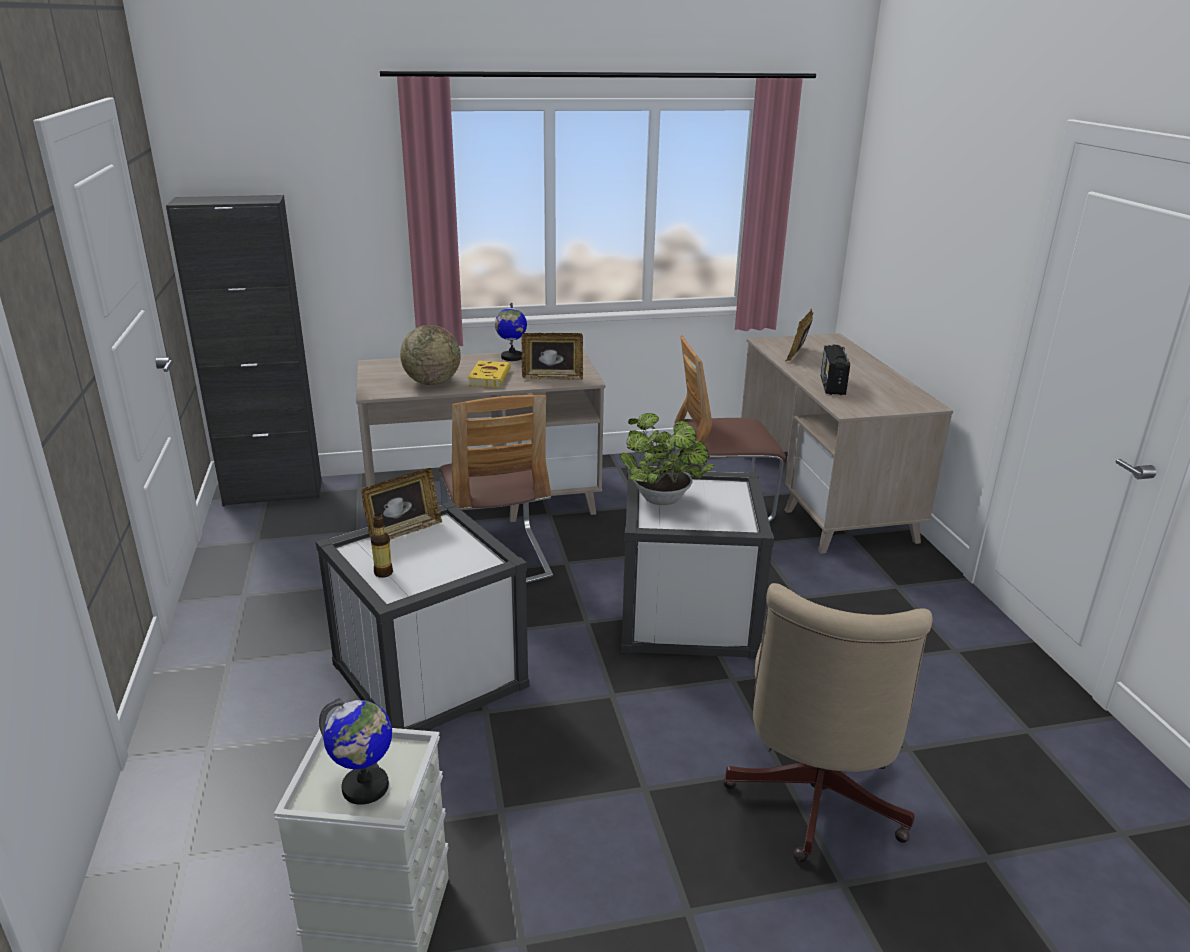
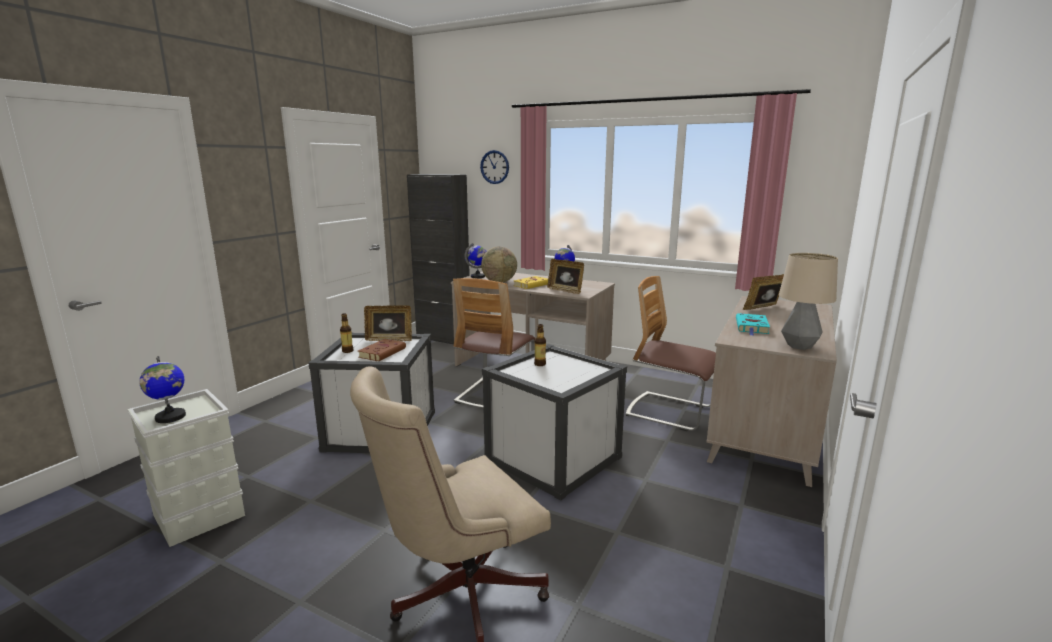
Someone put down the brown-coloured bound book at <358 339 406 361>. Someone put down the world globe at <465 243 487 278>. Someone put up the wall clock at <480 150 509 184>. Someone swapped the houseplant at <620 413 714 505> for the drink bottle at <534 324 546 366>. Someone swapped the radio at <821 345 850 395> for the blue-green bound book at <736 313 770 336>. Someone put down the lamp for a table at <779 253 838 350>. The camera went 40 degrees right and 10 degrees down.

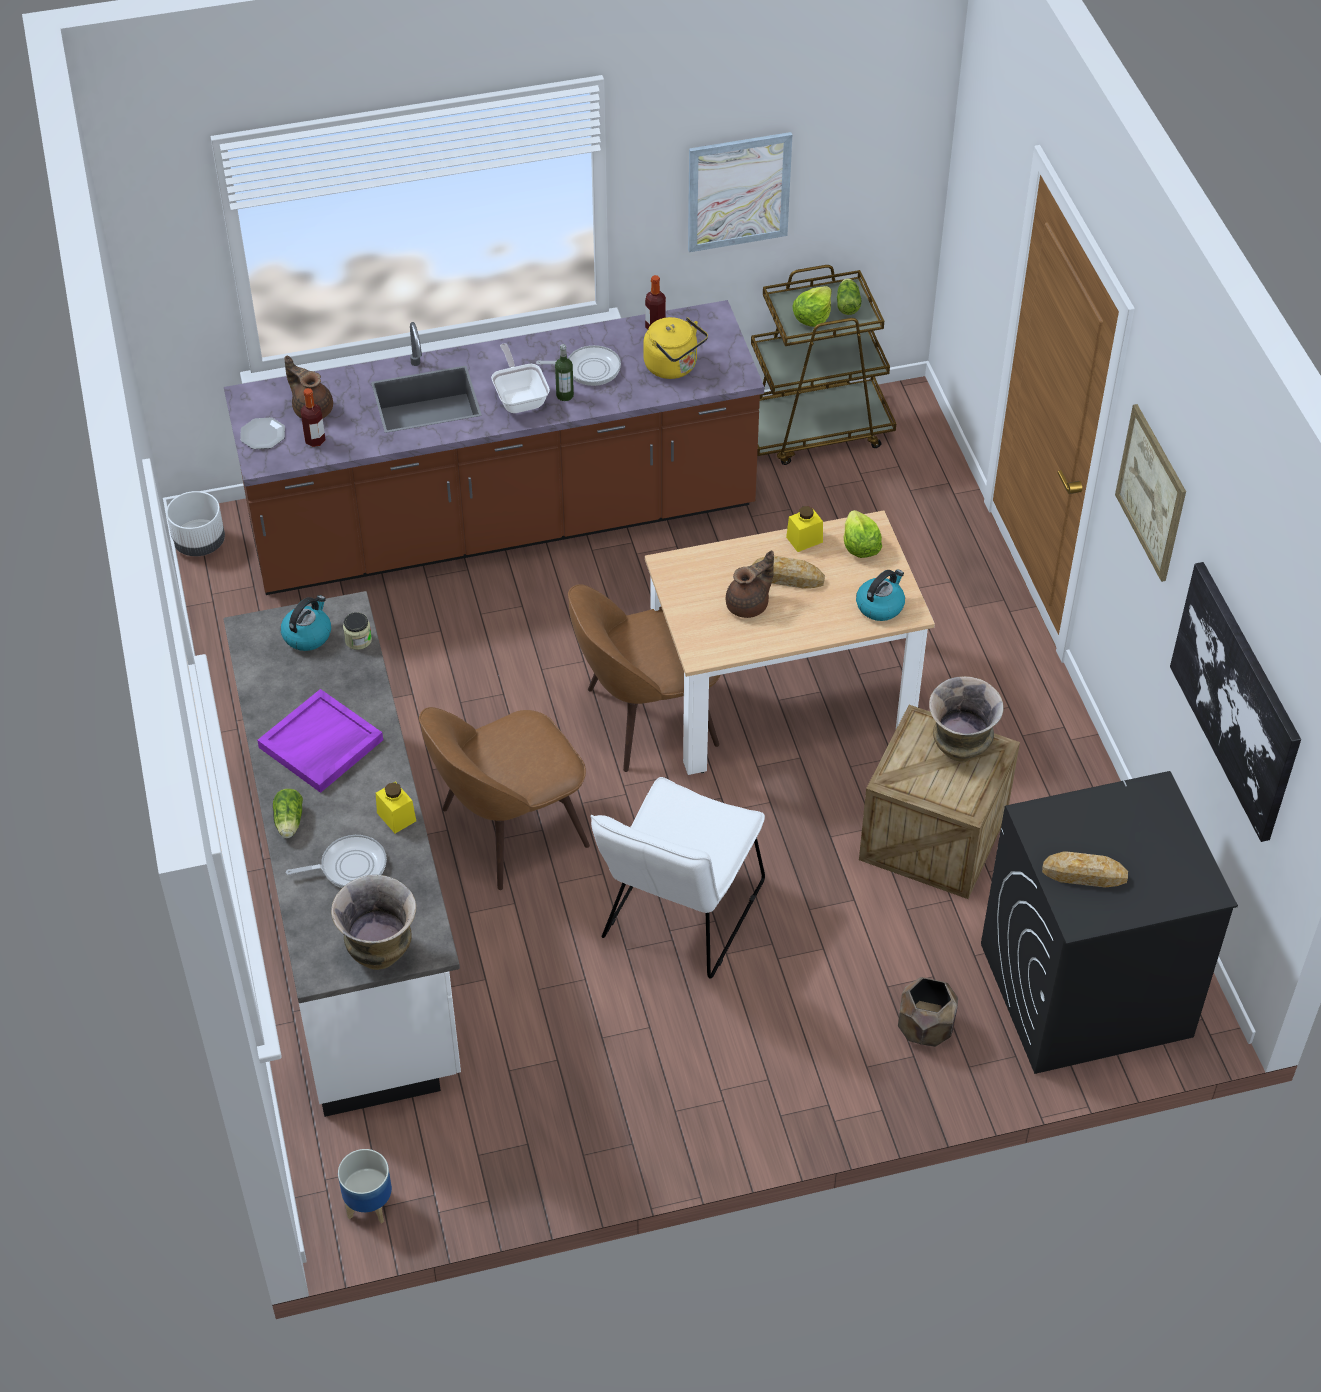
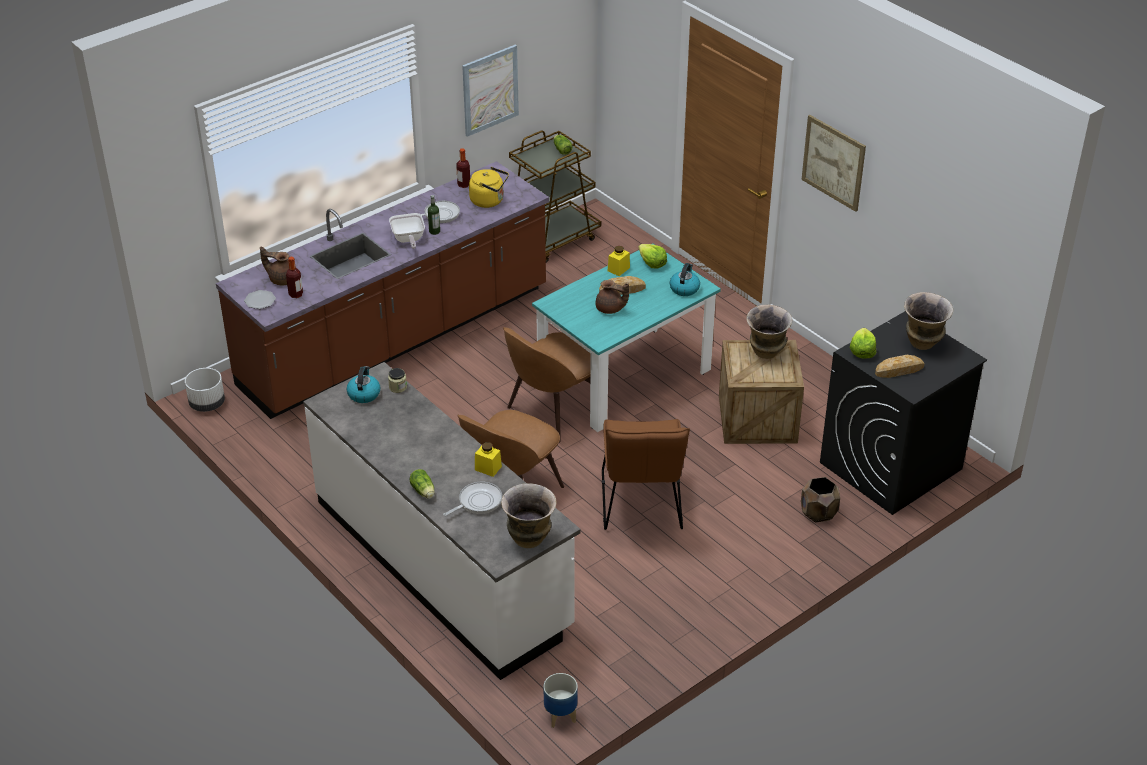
Someone rotated the skillet at <491 343 550 413> by 150 degrees counterclockwise. Someone repainted the beige-coloured kitchen table at <645 510 935 775>, which became the blue-green kitchen table at <532 244 721 432>. Someone rotated the brown-coloured teapot at <726 550 774 618> by 90 degrees clockwise. Someone repainted the whitish plain chair at <590 777 765 979>, which became the brown-coloured plain chair at <602 419 690 530>. Someone carried the head of lettuce from <792 286 832 327> to <850 328 876 358>. Someone put down the flower vase at <904 292 953 350>. Someone took away the purple carrying tray at <257 689 383 793>. Someone took away the picture at <1170 562 1301 842>. The camera went 25 degrees left and 10 degrees down.

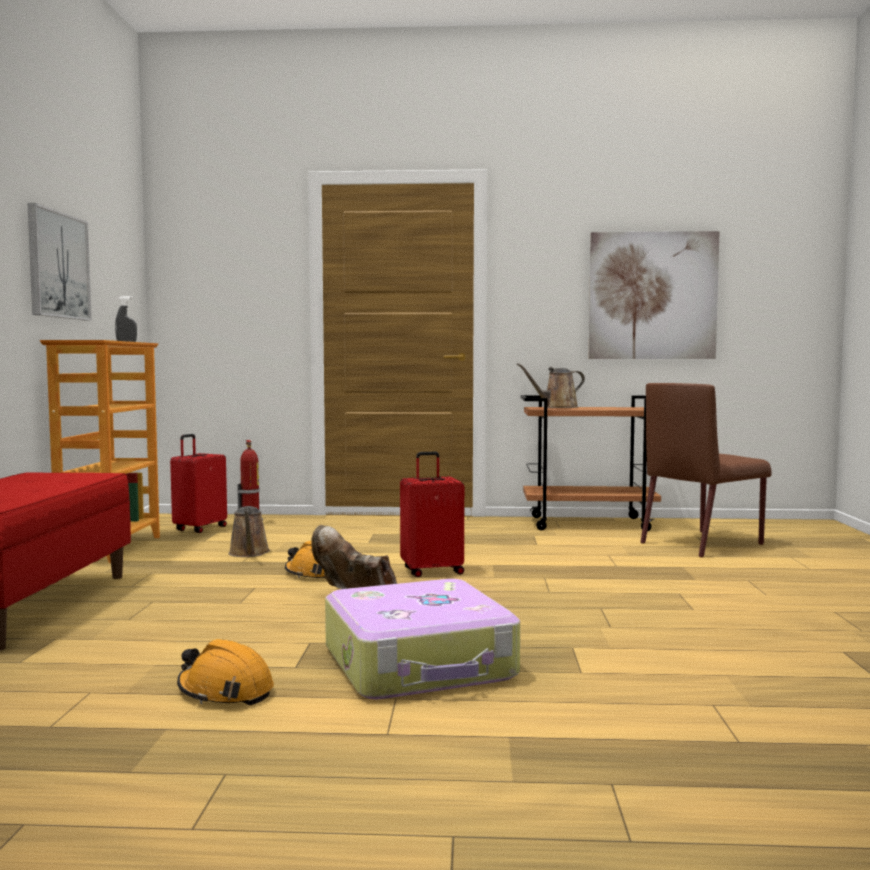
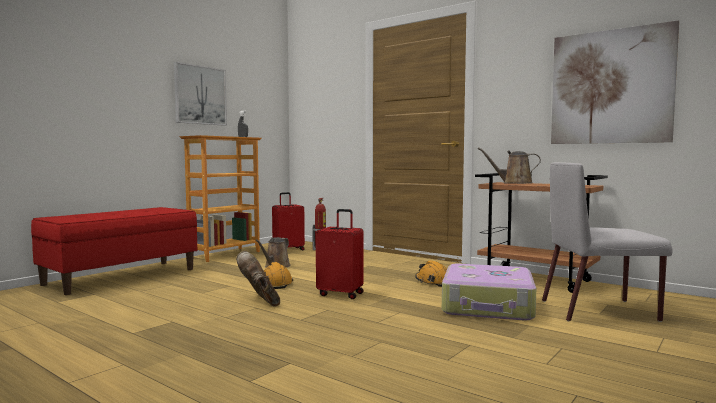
Someone carried the orange-coloured hard hat from <177 639 274 705> to <415 260 447 287>. Someone carried the piece of luggage from <325 579 520 700> to <442 264 536 320>. Someone repainted the brown-coloured plain chair at <641 383 772 557>, which became the greyish plain chair at <542 162 672 322>. The camera went 35 degrees right and 0 degrees up.

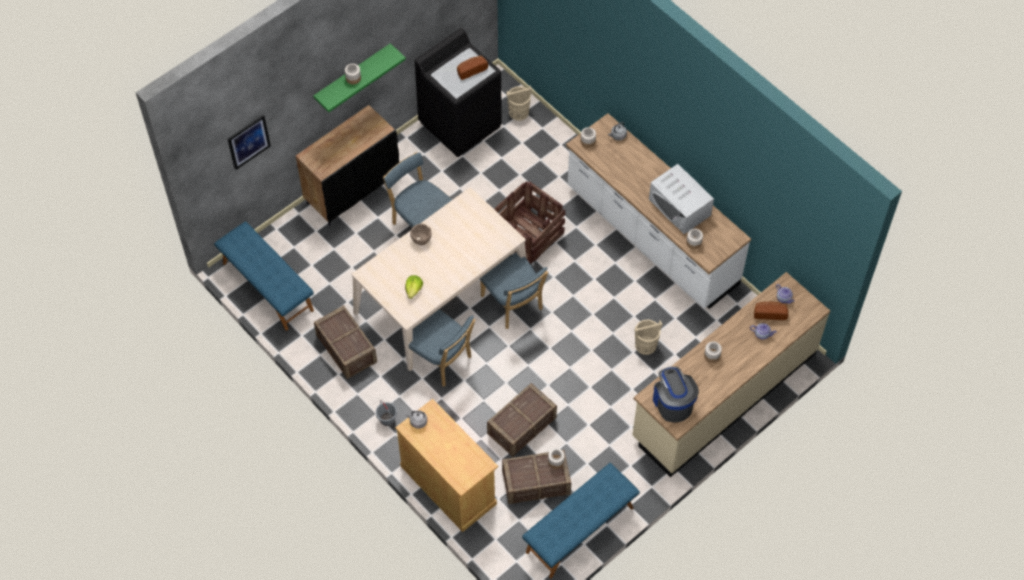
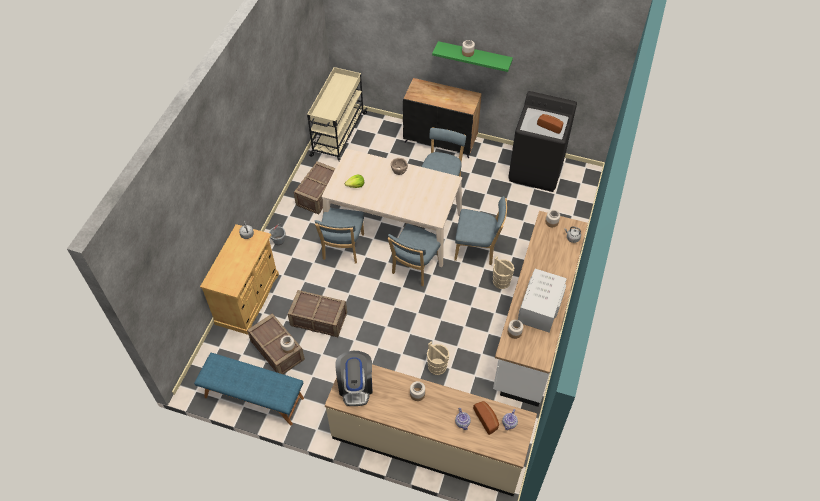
Someone swapped the blue-coloured indoor bench at <214 222 314 331> for the beige-coloured trolley at <307 67 368 161>. Someone rotated the coffee machine at <653 366 699 423> by 135 degrees clockwise. Someone swapped the shipping crate at <494 181 565 264> for the blue-coloured plain chair at <454 196 507 265>. Someone carried the beige-coloured bucket from <506 86 532 121> to <493 256 515 289>. Someone took away the picture at <227 115 271 170>. The camera went 60 degrees right and 5 degrees down.

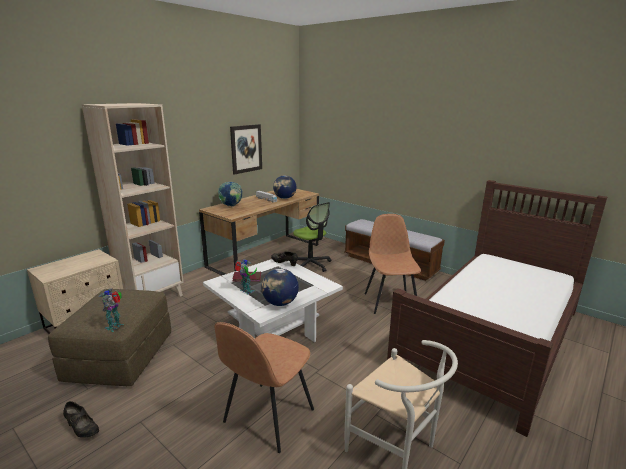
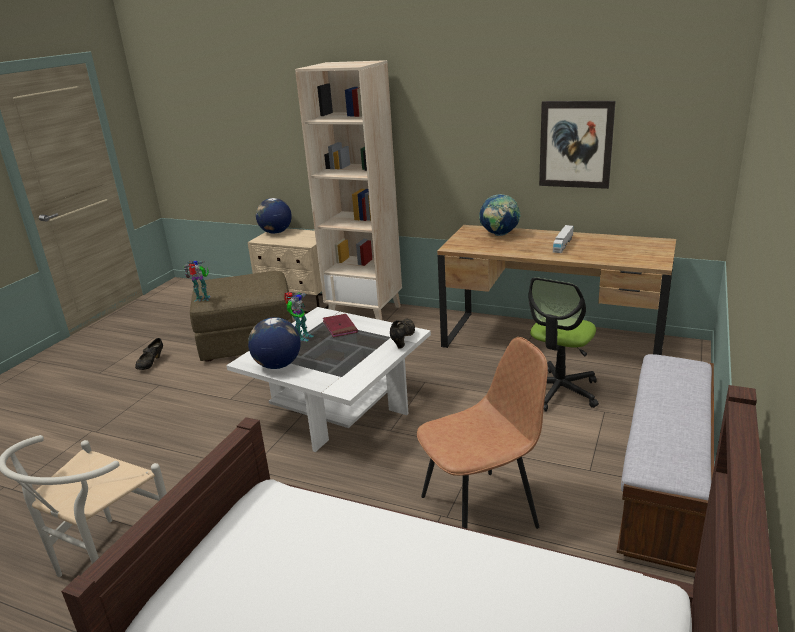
Someone carried the world globe from <273 175 296 199> to <256 198 292 234>. Someone took away the brown-coloured plain chair at <215 322 314 453>. The camera went 75 degrees right and 5 degrees up.

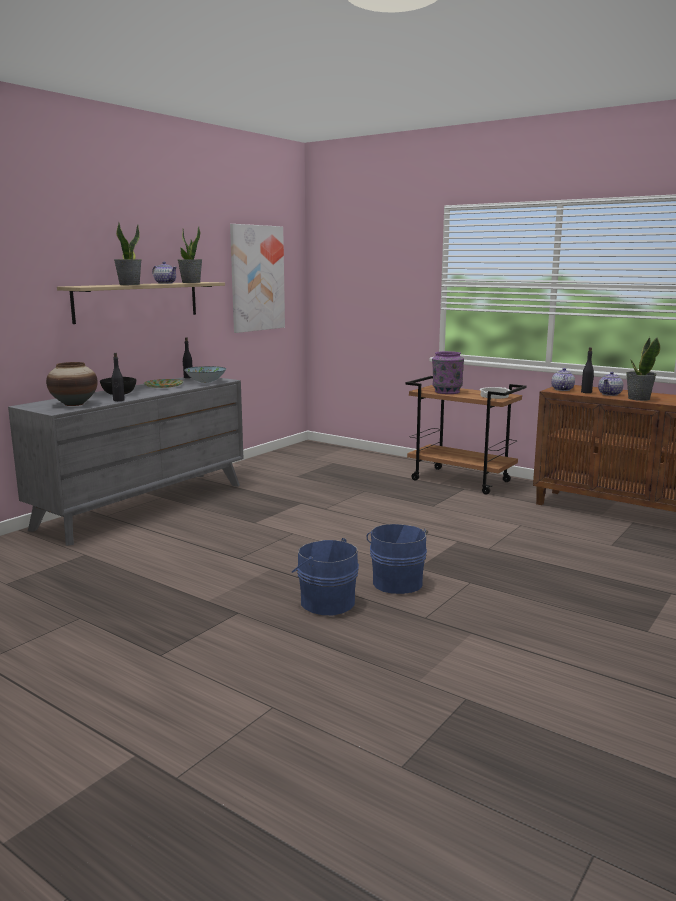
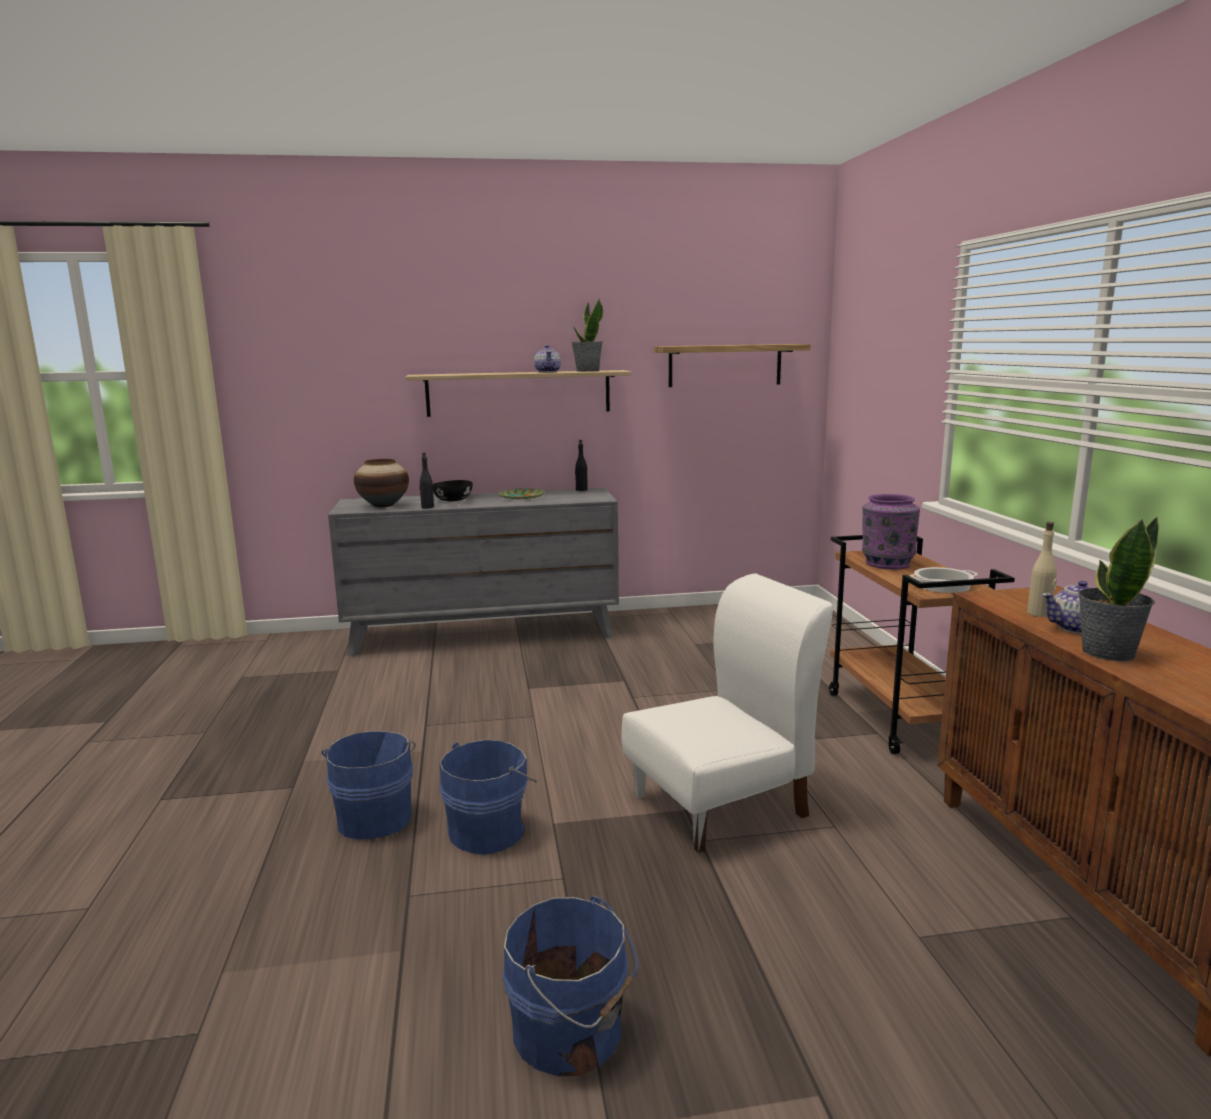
Someone put down the blue-coloured bucket at <502 896 638 1076>. Someone put down the whitish plain chair at <621 574 833 853>. Someone swapped the picture at <230 224 285 333> for the shelf at <654 344 811 387>. Someone repainted the black drink bottle at <581 347 594 393>, which became the beige-coloured drink bottle at <1027 522 1057 617>. Someone took away the houseplant at <114 222 142 285>. Someone took away the bowl at <184 366 226 383>. Someone took away the teapot at <551 368 575 391>. The camera went 45 degrees right and 0 degrees up.

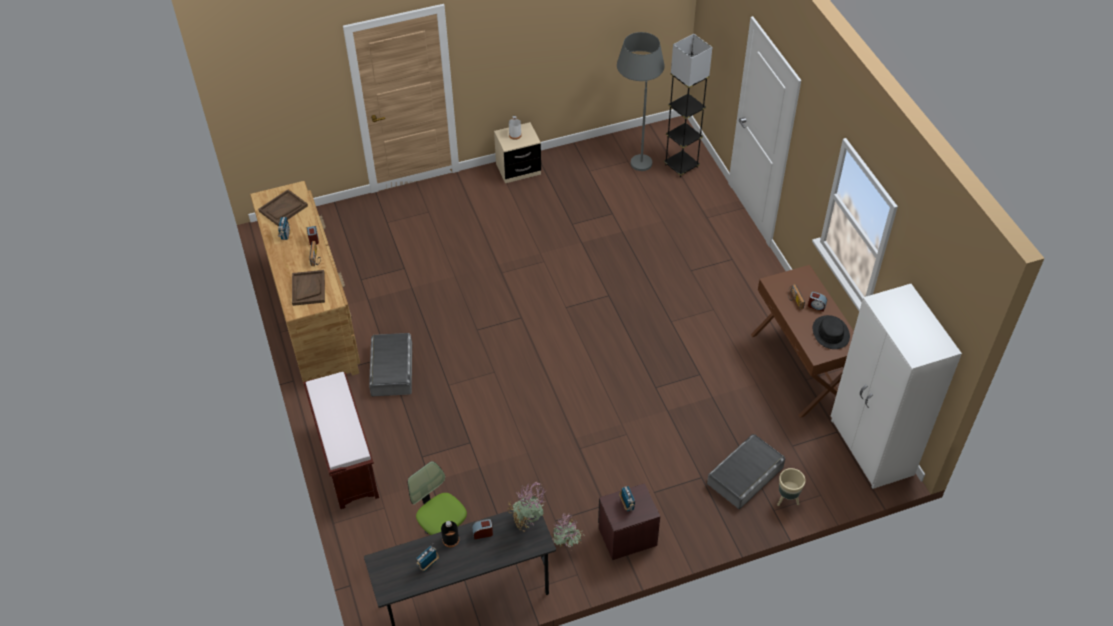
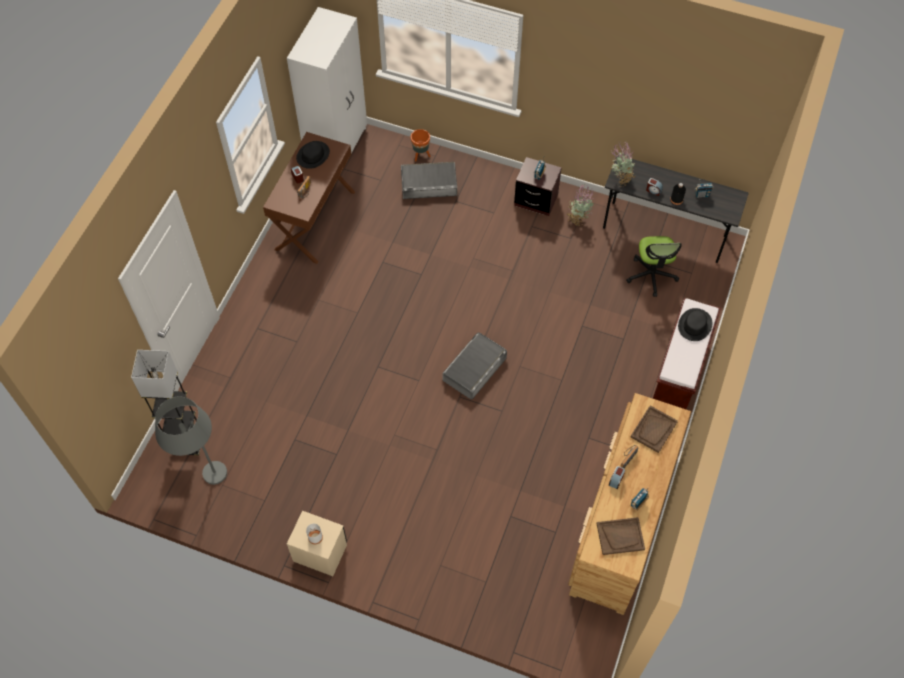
Someone repainted the beige-coloured plant pot at <777 468 806 506>, which became the orange-coloured plant pot at <411 129 430 162>. Someone carried the greyish storage box from <369 333 412 397> to <443 333 507 400>. Someone put down the black clothing hat at <678 308 712 341>. The camera went 140 degrees left and 10 degrees up.

